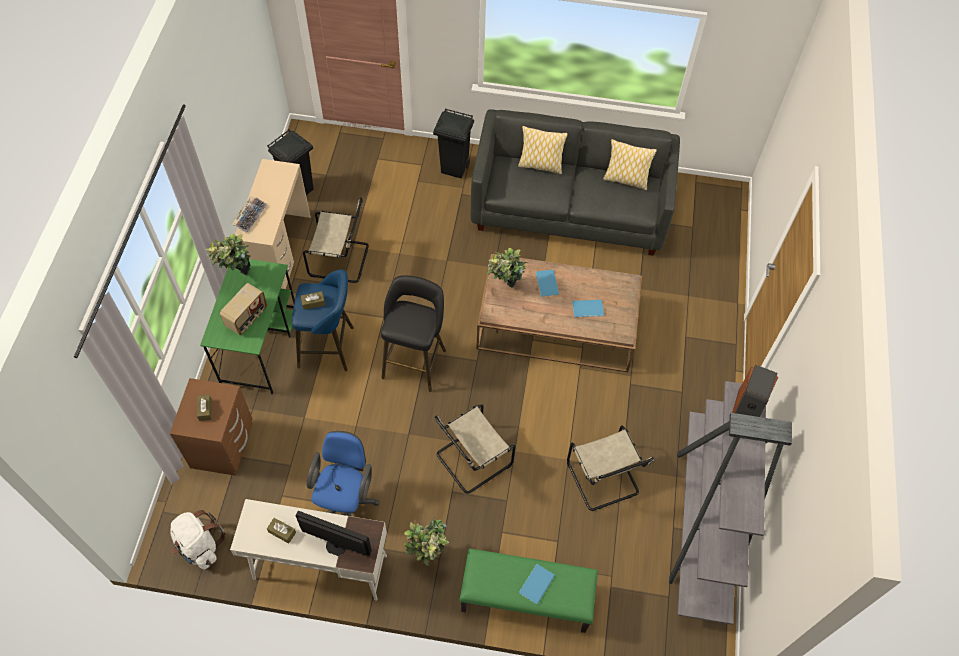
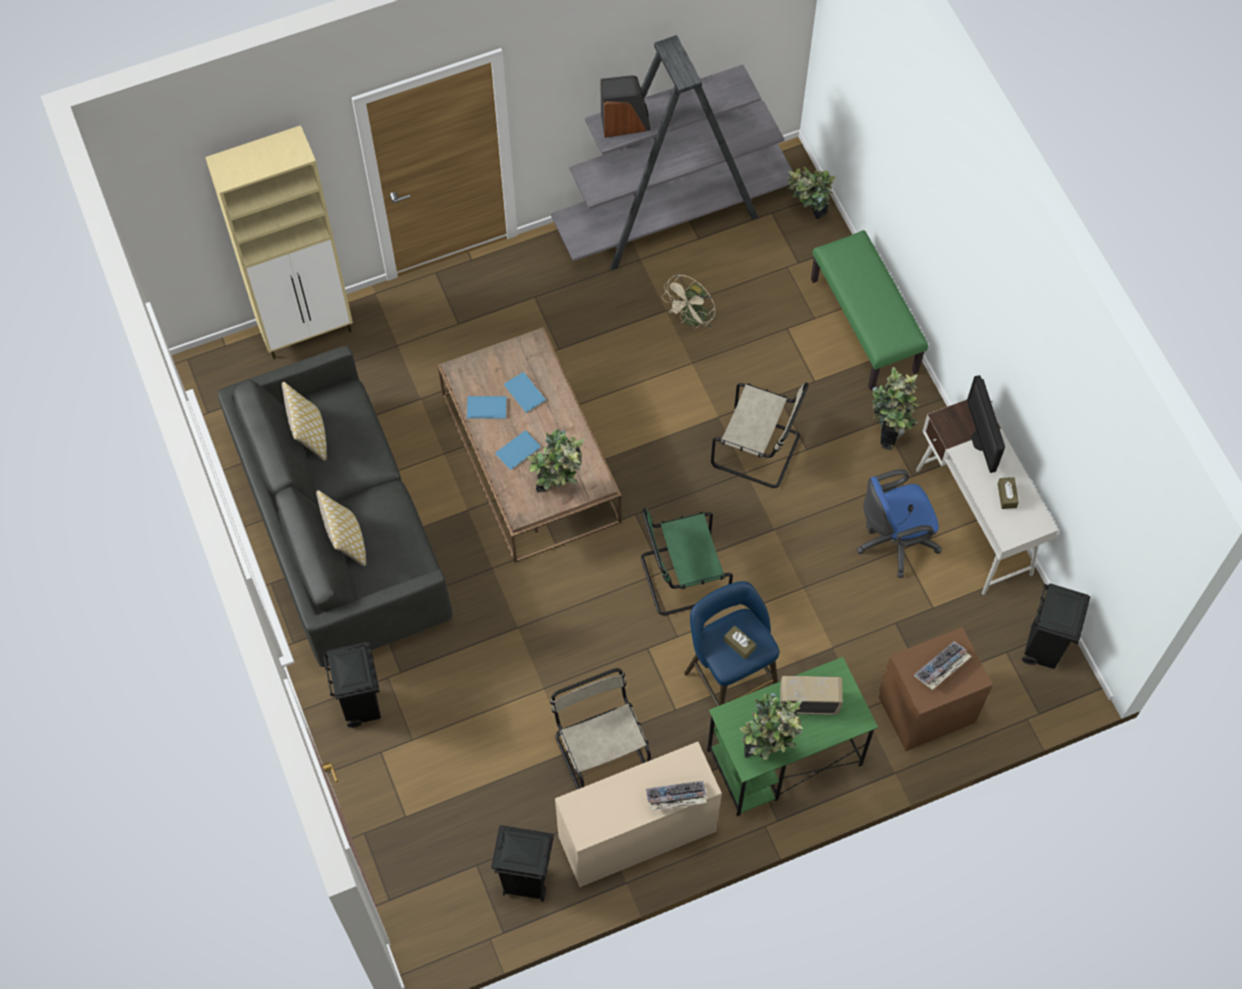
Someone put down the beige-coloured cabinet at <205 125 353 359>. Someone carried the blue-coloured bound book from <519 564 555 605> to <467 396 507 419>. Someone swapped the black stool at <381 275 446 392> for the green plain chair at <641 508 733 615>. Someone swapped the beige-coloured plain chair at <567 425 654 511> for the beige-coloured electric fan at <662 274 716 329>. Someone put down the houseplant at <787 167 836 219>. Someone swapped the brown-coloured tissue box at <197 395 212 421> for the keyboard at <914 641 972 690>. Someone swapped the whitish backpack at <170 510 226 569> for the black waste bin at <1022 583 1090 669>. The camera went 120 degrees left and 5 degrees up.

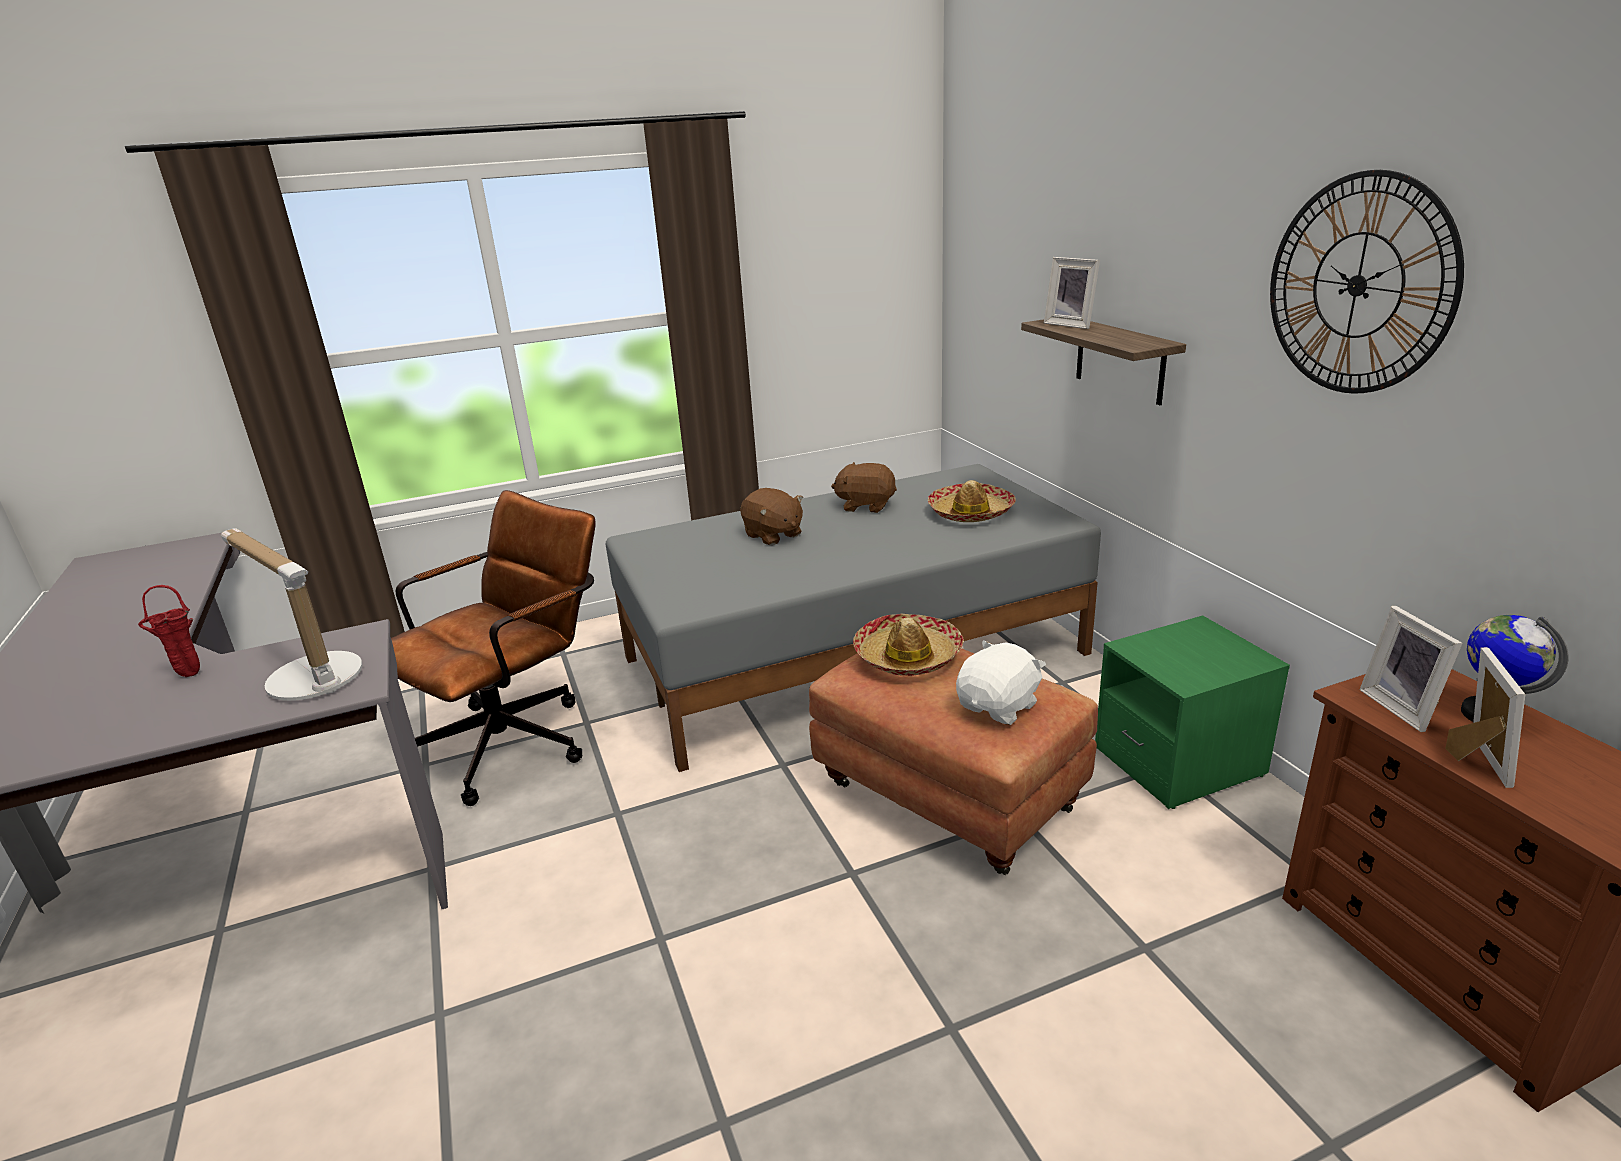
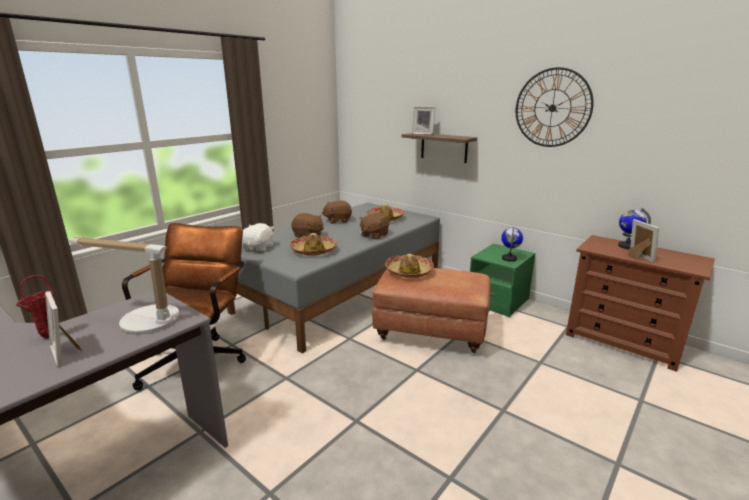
Someone carried the standing frame from <1360 606 1462 732> to <45 291 82 367>. Someone carried the whitish soft toy from <956 640 1046 725> to <242 223 274 252>. Someone put down the clothing hat at <290 233 338 256>. Someone put down the brown-coloured soft toy at <359 212 390 239>. Someone put down the world globe at <501 227 523 262>. The camera went 30 degrees left and 5 degrees down.

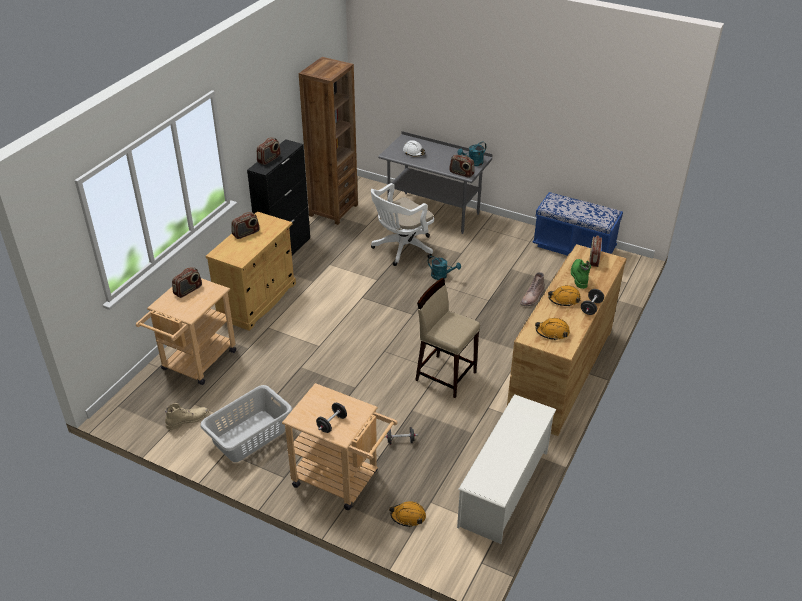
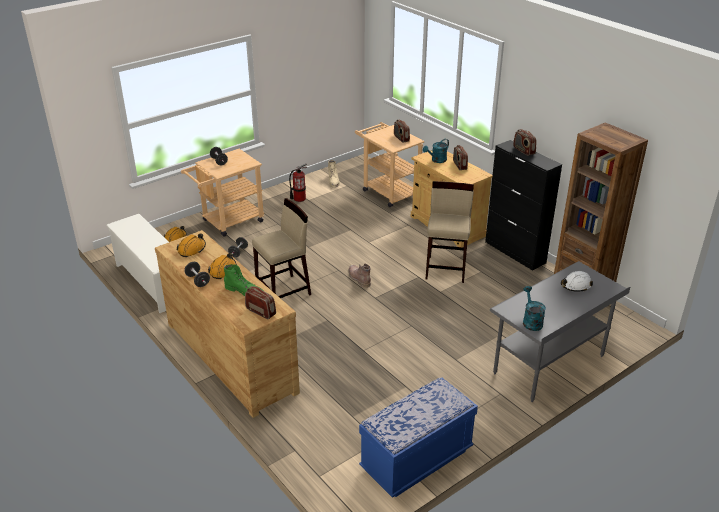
Someone swapped the greyish washing basket at <200 385 292 462> for the extinguisher at <289 164 307 202>. Someone carried the brown-coloured tall boot from <520 272 545 306> to <348 264 371 288>. Someone carried the blue-green watering pot from <428 256 461 280> to <423 139 449 163>. Someone put down the beige-coloured stool at <426 181 474 283>. Someone took away the whitish desk chair at <371 183 434 266>. Someone took away the radio at <449 155 475 178>. The camera went 115 degrees right and 5 degrees down.

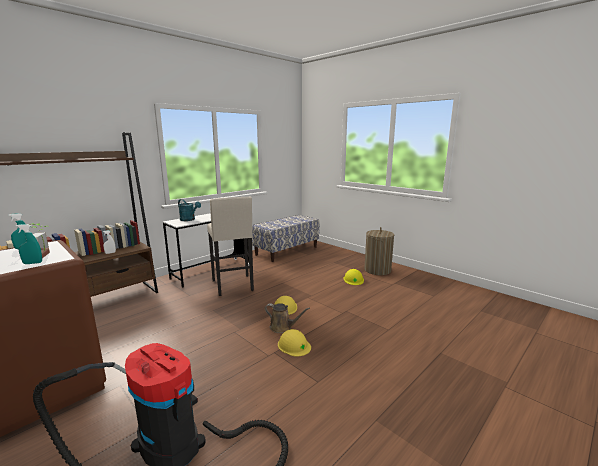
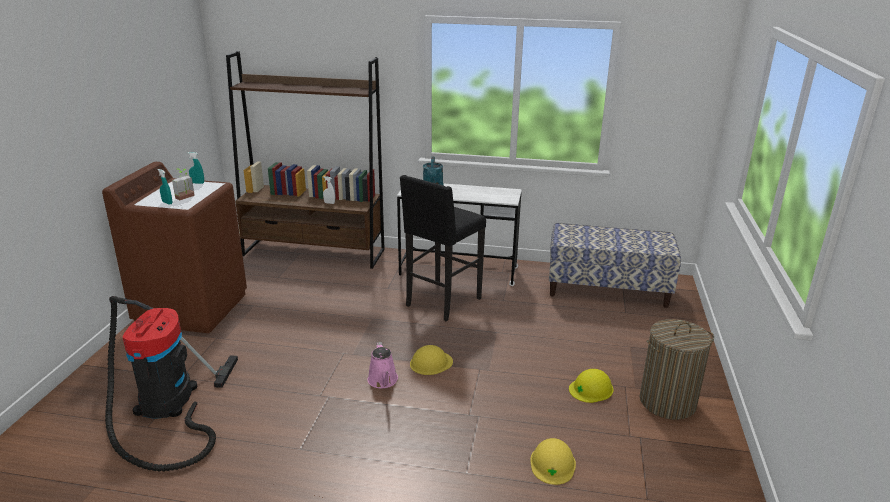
Someone repainted the brown-coloured watering pot at <265 303 310 333>, which became the pinkish watering pot at <367 342 398 388>. Someone repainted the beige-coloured stool at <207 197 254 296>, which became the black stool at <400 175 486 321>. Someone carried the yellow-coloured hard hat from <278 329 311 356> to <530 438 576 485>. The camera went 55 degrees right and 10 degrees up.

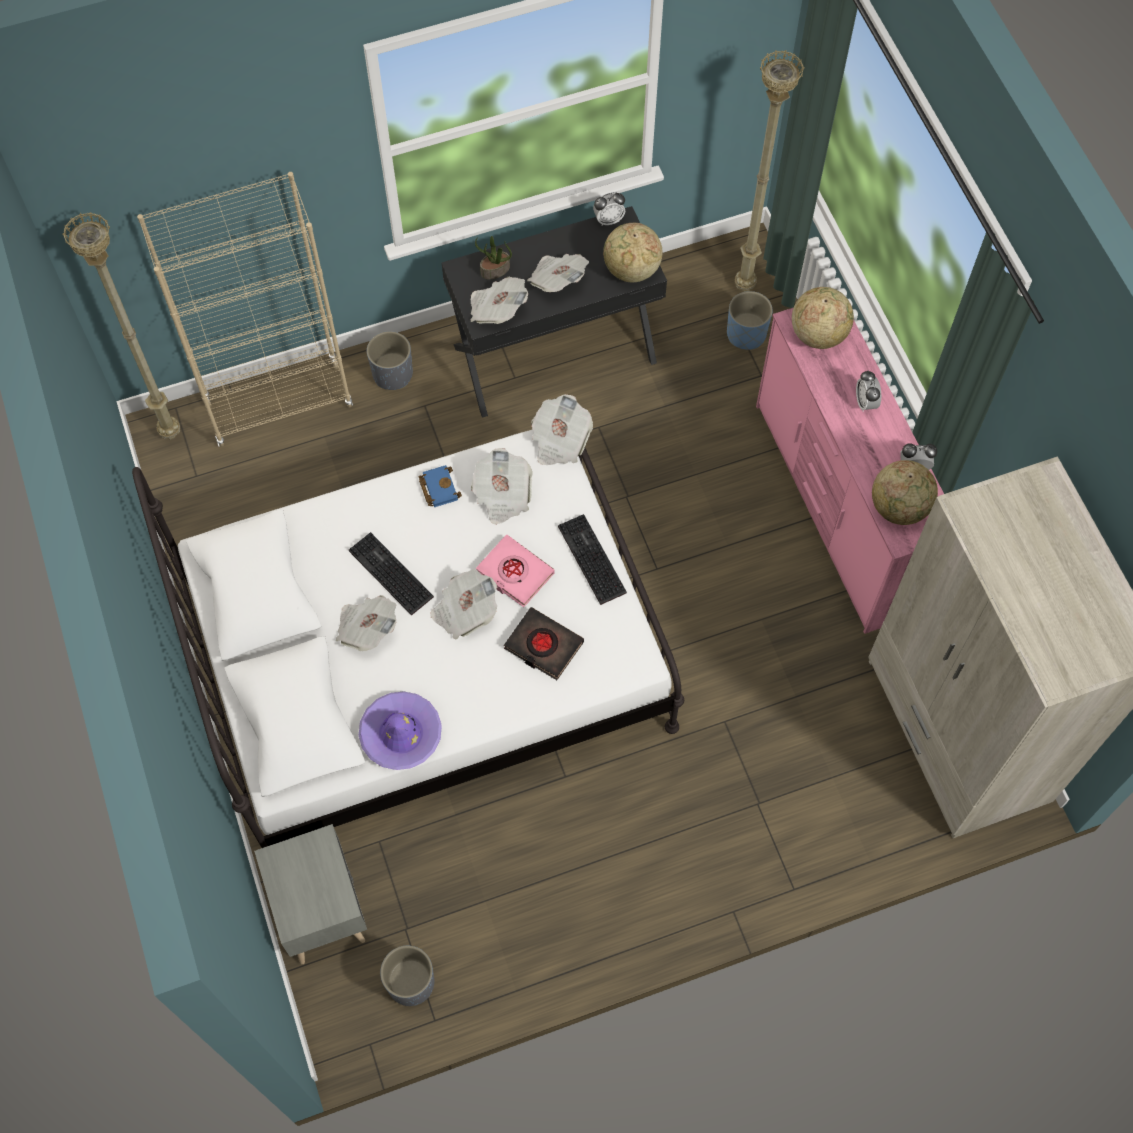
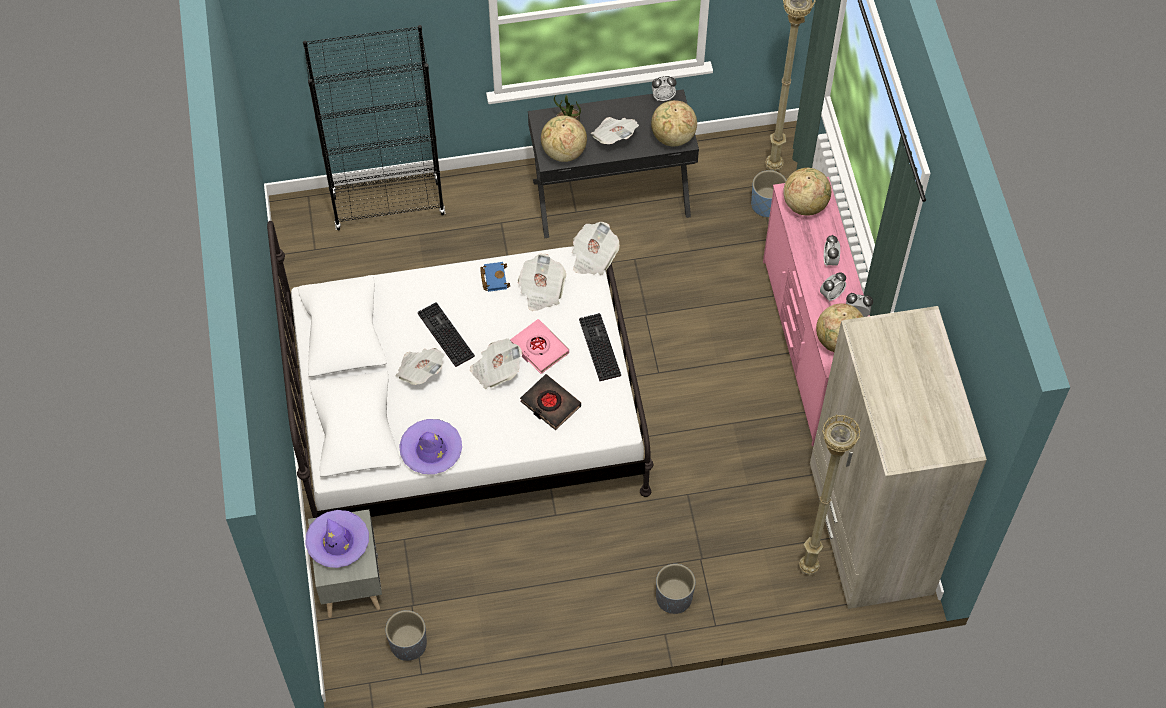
Someone repainted the beige-coloured bookshelf at <137 172 353 447>, which became the black bookshelf at <303 25 446 230>. Someone put down the purple clothing hat at <306 510 369 568>. Someone swapped the printed paper at <470 277 528 324> for the world globe at <541 115 587 162>. Someone carried the greyish plant pot from <367 331 413 390> to <656 564 695 614>. Someone carried the beige-coloured standing lamp from <62 212 180 439> to <799 415 861 575>. Someone put down the table clock at <820 272 846 302>. The camera went 10 degrees right and 5 degrees down.

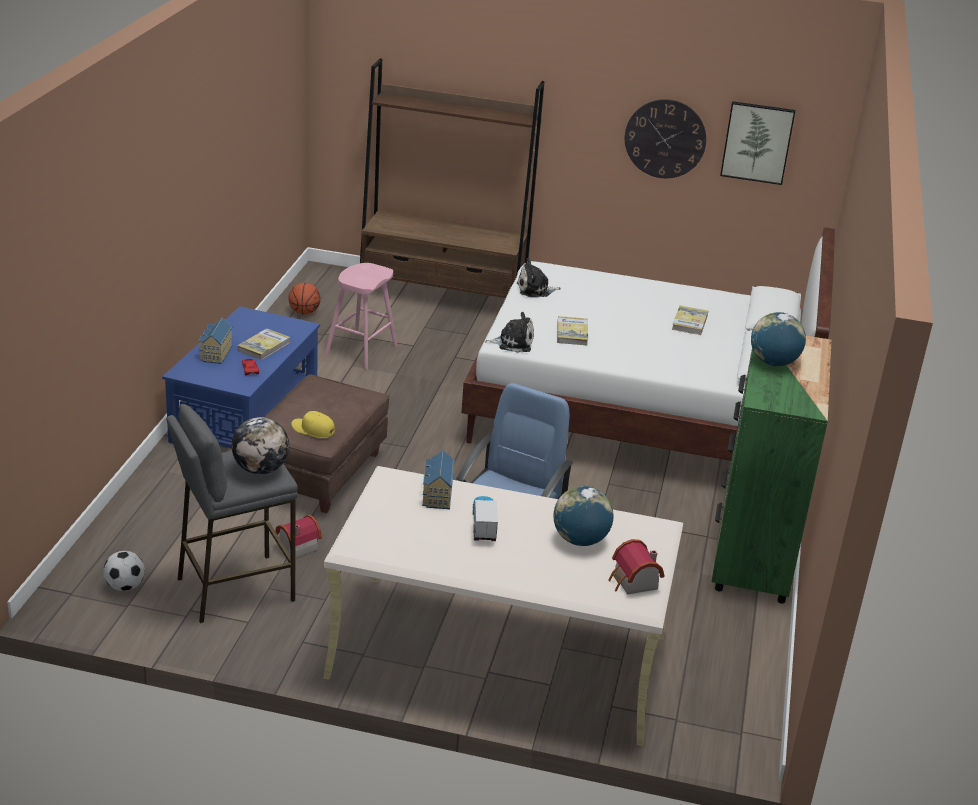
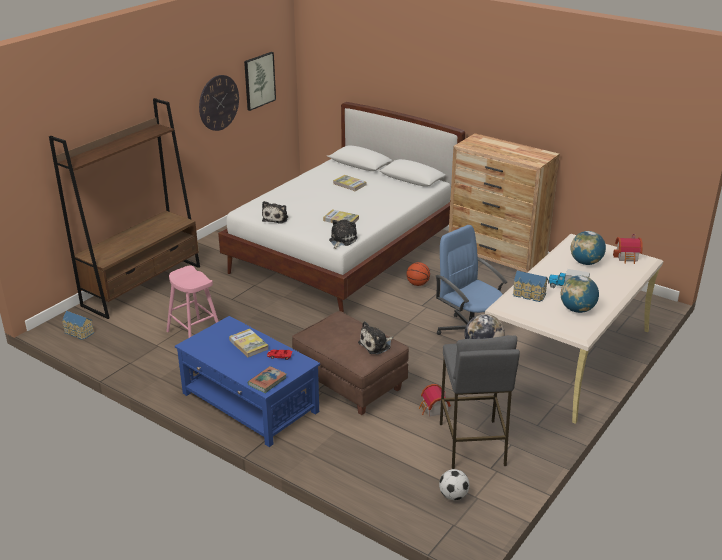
Someone carried the miniature house from <199 317 233 364> to <62 311 94 340>. Someone put down the bound book at <248 366 287 393>. Someone swapped the yellow-coloured cap at <291 411 335 438> for the soft toy at <358 321 393 355>. Someone carried the ball for basketball from <288 283 321 315> to <406 262 430 286>. Someone repainted the green dresser at <712 336 832 604>, which became the brown-coloured dresser at <449 133 560 273>. Someone carried the world globe from <751 312 806 366> to <561 275 599 313>. The camera went 65 degrees left and 0 degrees up.

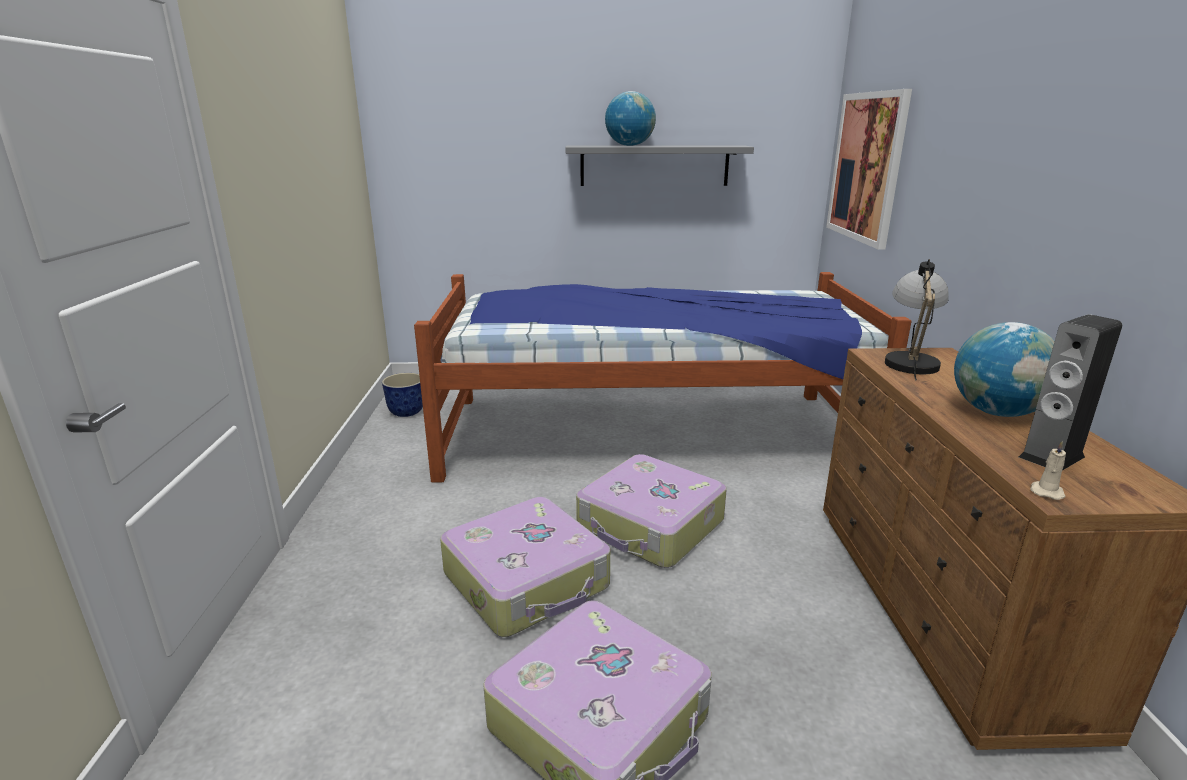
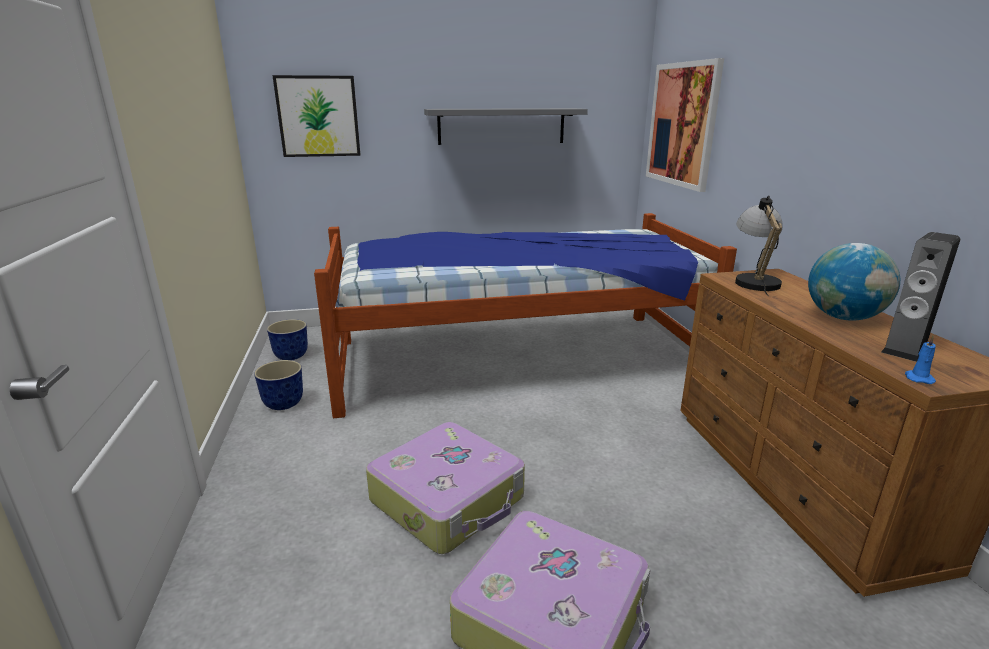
Someone put down the plant pot at <254 360 303 410>. Someone put up the picture at <272 75 361 157>. Someone repainted the beige-coloured candle at <1030 440 1066 500>, which became the blue-coloured candle at <905 336 936 384>. Someone took away the piece of luggage at <576 454 727 568>. Someone took away the world globe at <605 91 656 146>. The camera went 10 degrees left and 0 degrees up.

